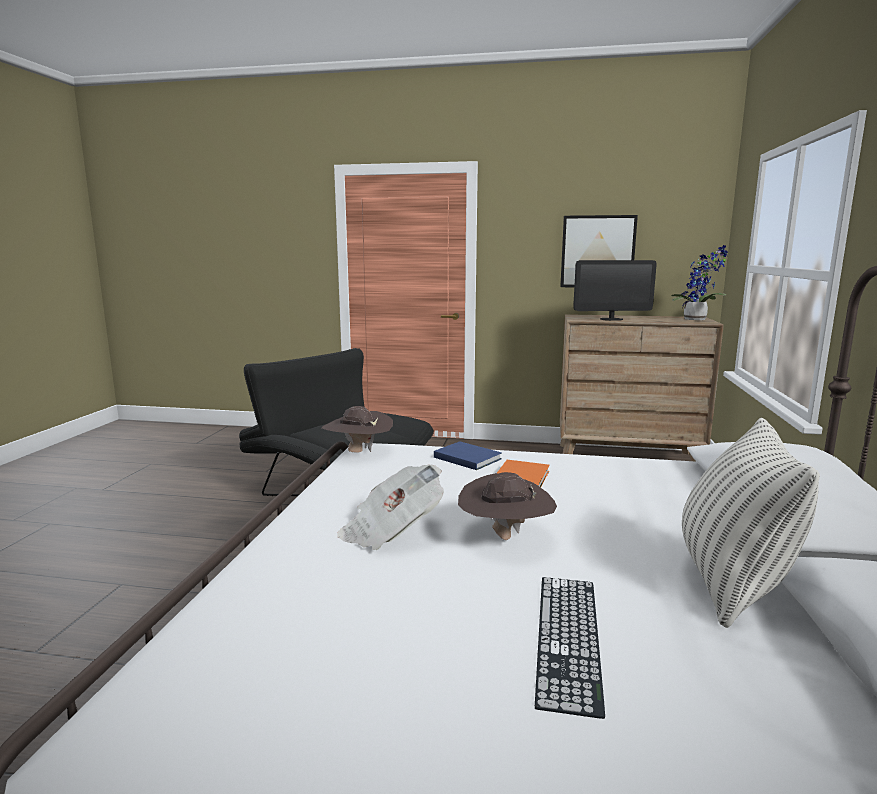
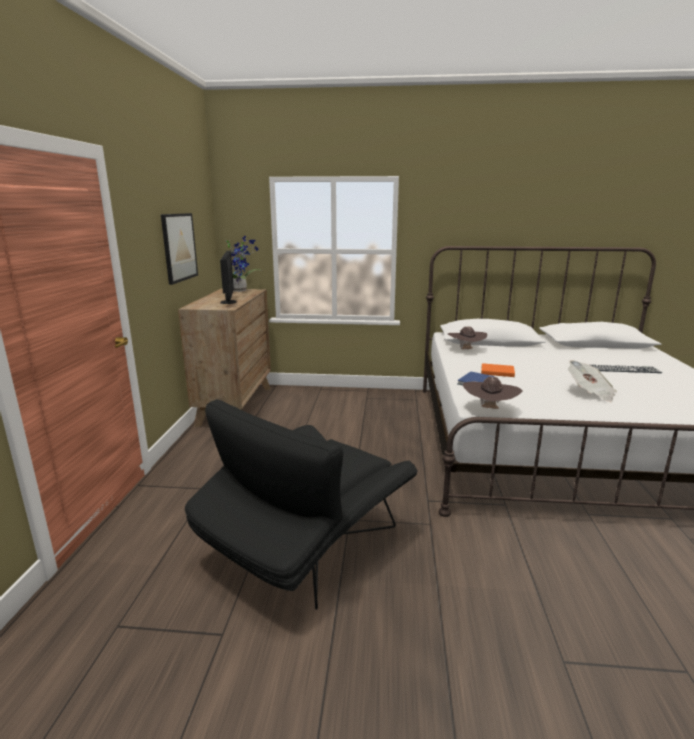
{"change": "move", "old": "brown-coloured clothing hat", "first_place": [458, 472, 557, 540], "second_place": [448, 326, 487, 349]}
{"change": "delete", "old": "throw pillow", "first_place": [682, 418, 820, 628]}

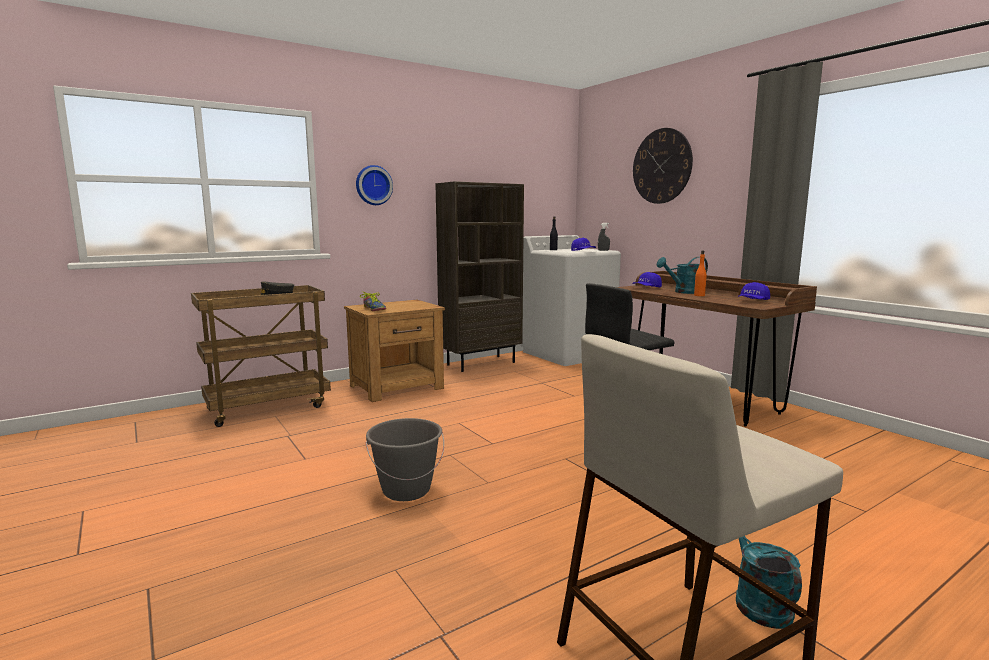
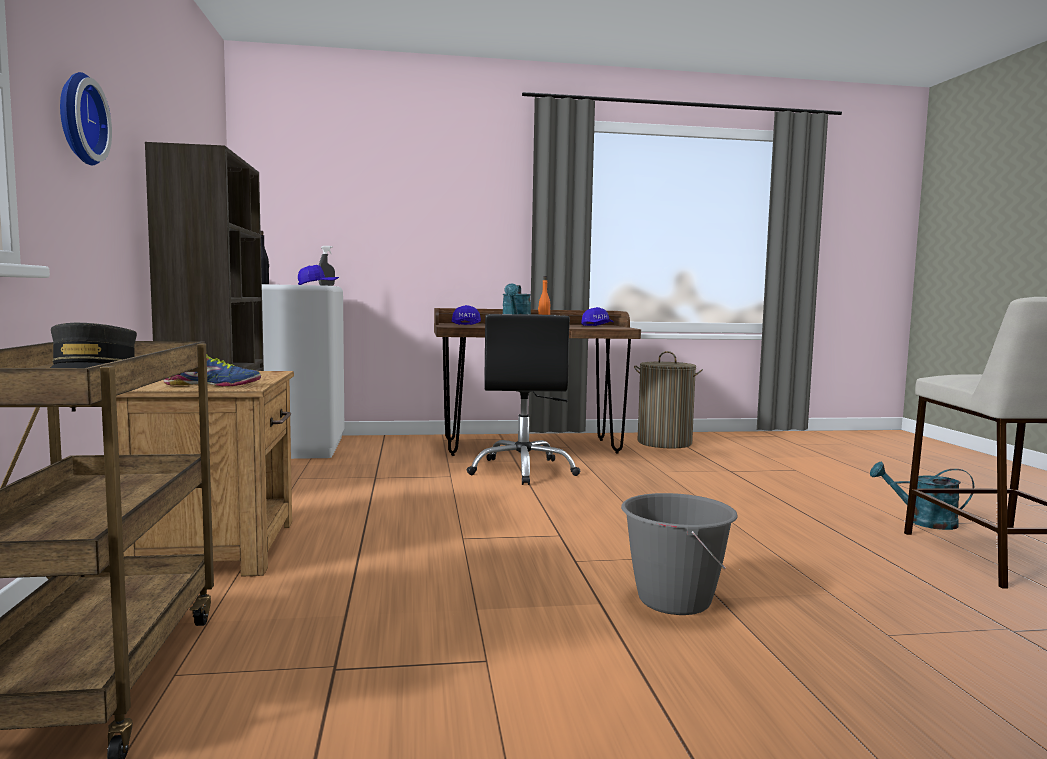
{"change": "insert", "new": "washing basket", "second_place": [634, 351, 703, 448]}
{"change": "delete", "old": "clock on the wall", "first_place": [633, 128, 693, 204]}

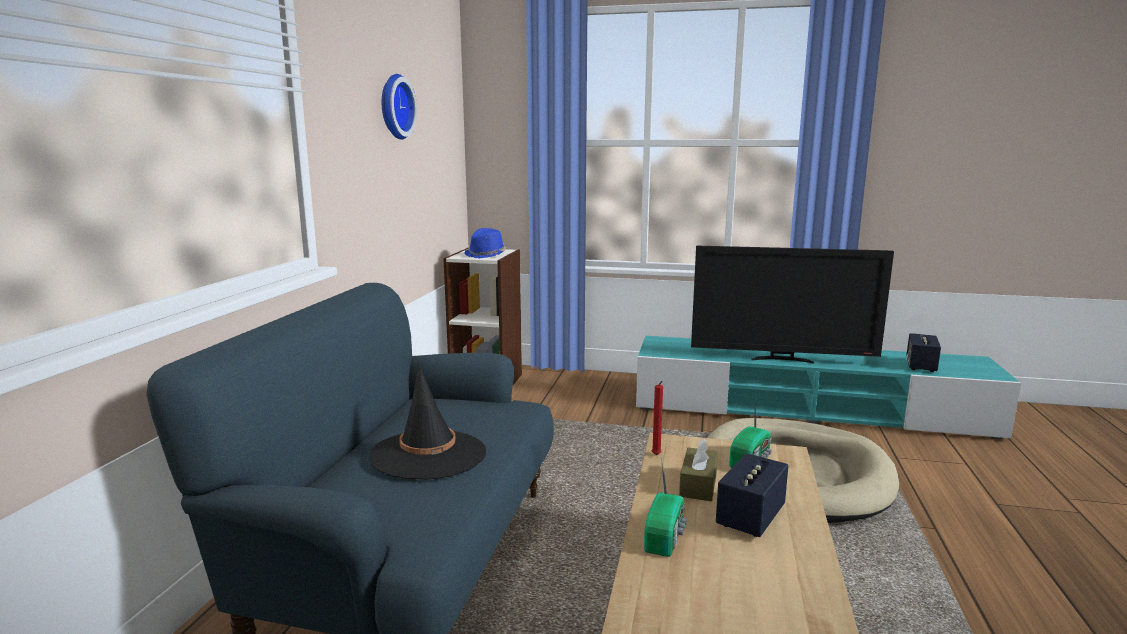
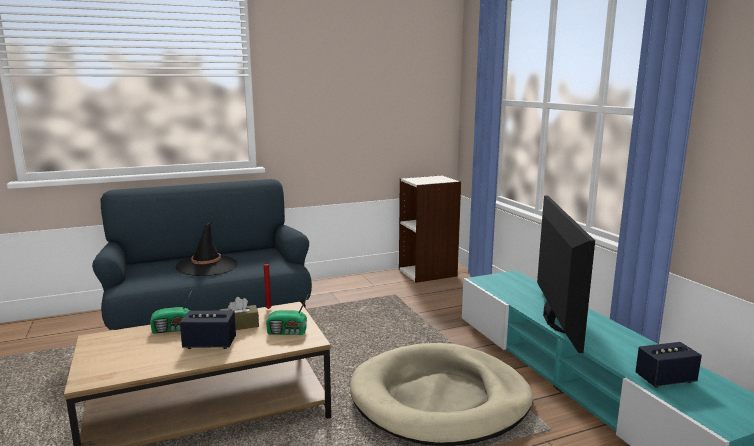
{"change": "rotate", "old": "television", "first_place": [691, 246, 894, 364], "second_place": [537, 195, 595, 353], "degrees": -150}
{"change": "delete", "old": "clock on the wall", "first_place": [382, 74, 417, 140]}
{"change": "delete", "old": "blue clothing hat", "first_place": [464, 228, 507, 258]}

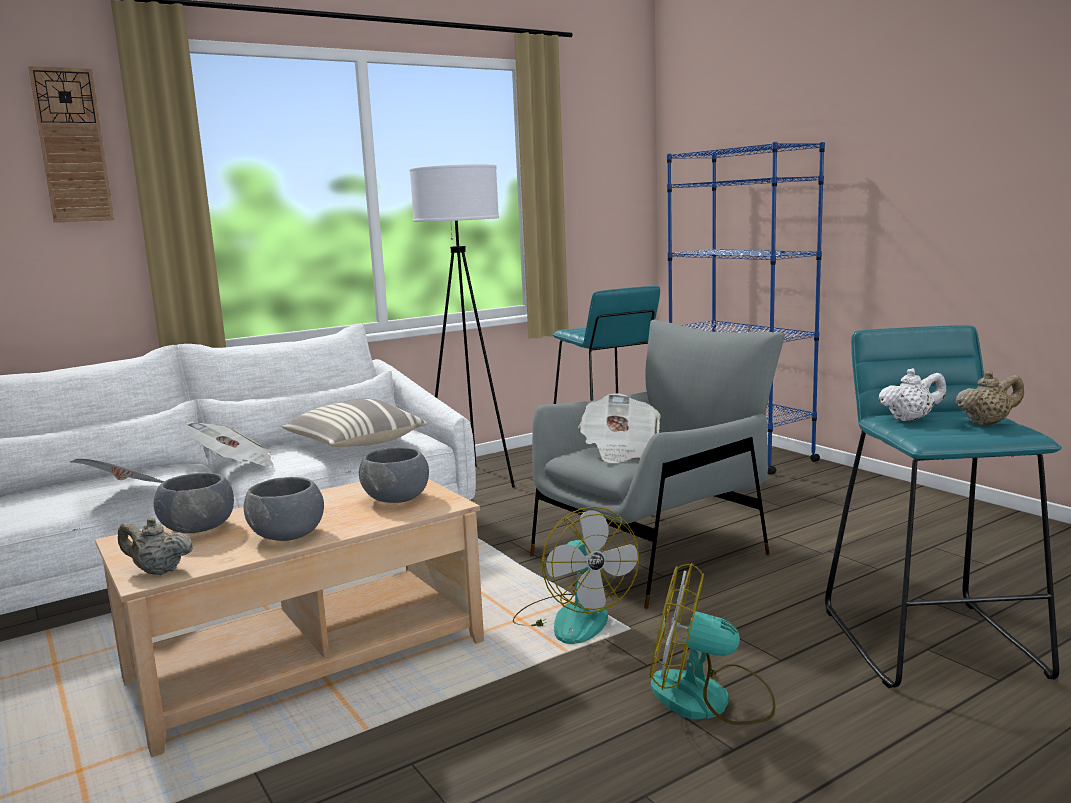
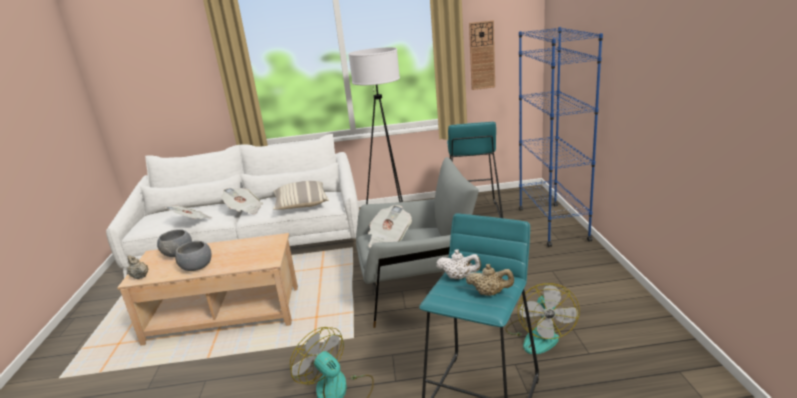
{"change": "move", "old": "clock on the wall", "first_place": [28, 66, 114, 223], "second_place": [469, 20, 495, 90]}
{"change": "move", "old": "cooling fan", "first_place": [513, 507, 639, 644], "second_place": [505, 283, 580, 354]}
{"change": "delete", "old": "greyish bowl", "first_place": [359, 447, 429, 503]}

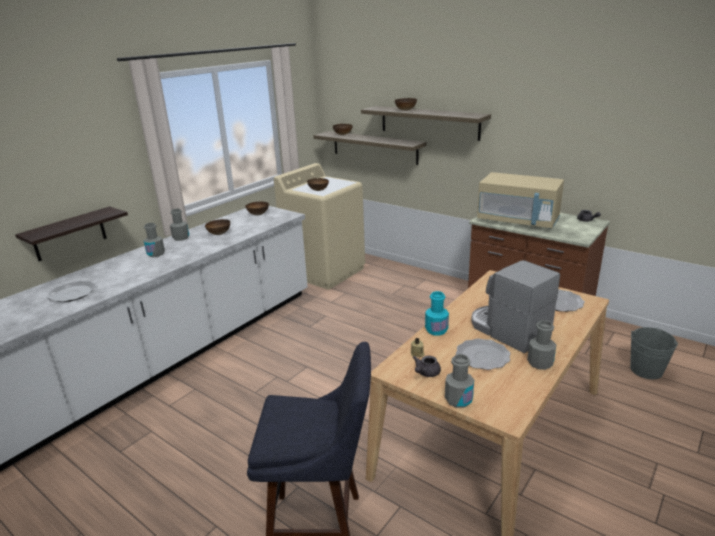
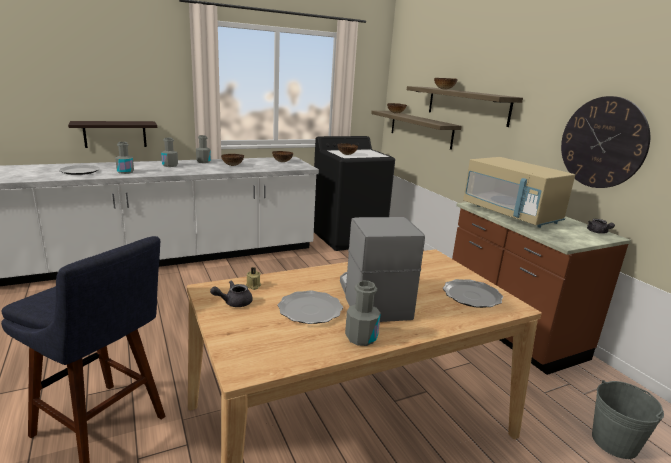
{"change": "move", "old": "greyish drink bottle", "first_place": [445, 354, 474, 408], "second_place": [115, 142, 134, 174]}
{"change": "recolor", "old": "beige-coloured laundry appliance", "new": "blackish laundry appliance", "first_place": [274, 163, 365, 290], "second_place": [314, 136, 395, 251]}
{"change": "insert", "new": "clock on the wall", "second_place": [561, 96, 650, 188]}
{"change": "delete", "old": "turquoise-coloured drink bottle", "first_place": [425, 291, 449, 336]}

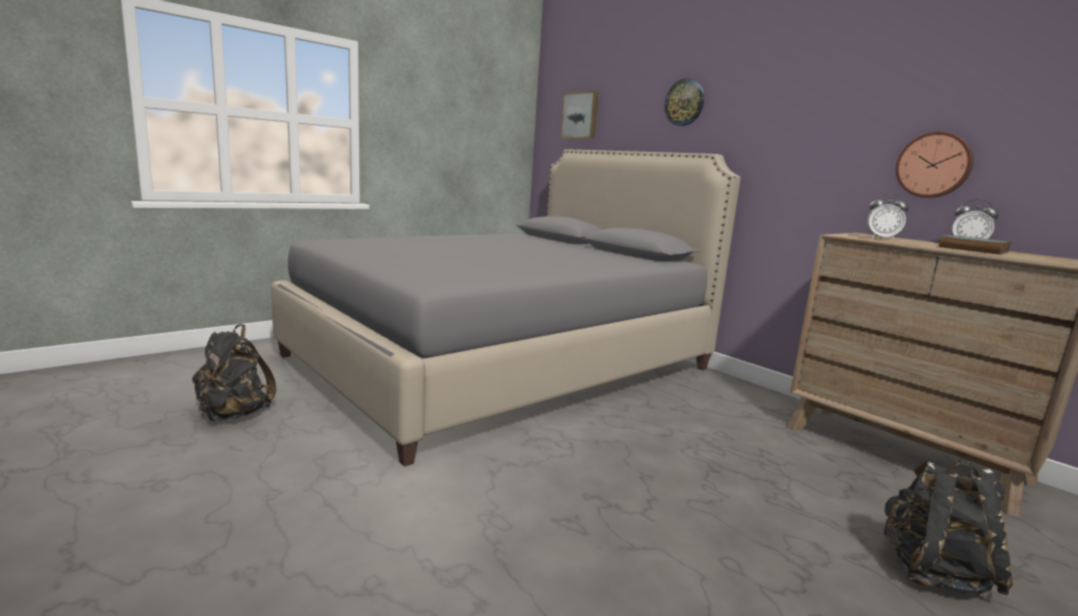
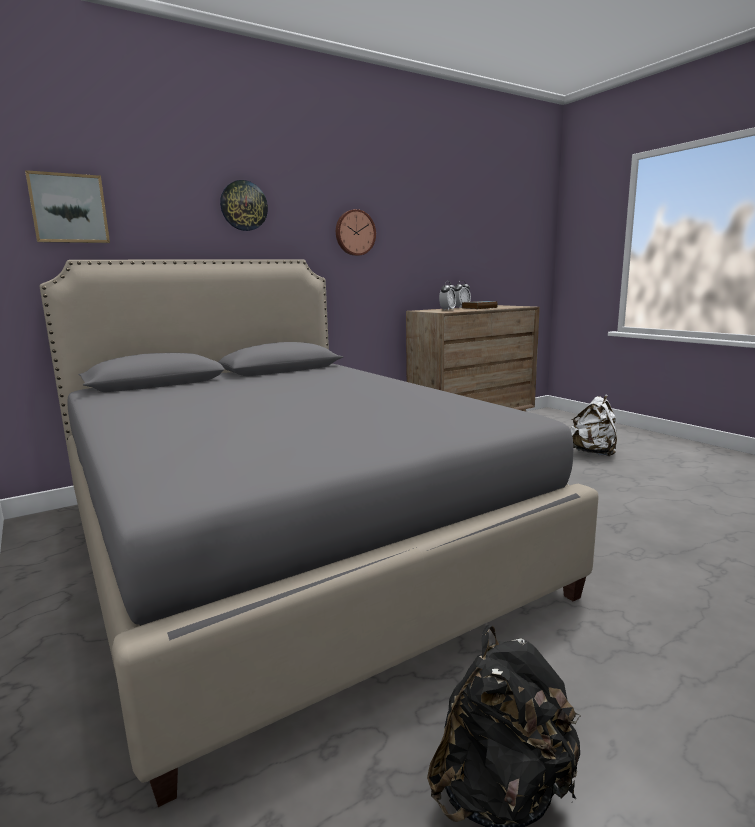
{"change": "move", "old": "clock on the wall", "first_place": [895, 132, 973, 198], "second_place": [336, 209, 376, 256]}
{"change": "recolor", "old": "blackish backpack", "new": "white backpack", "first_place": [884, 460, 1013, 595], "second_place": [570, 395, 617, 456]}

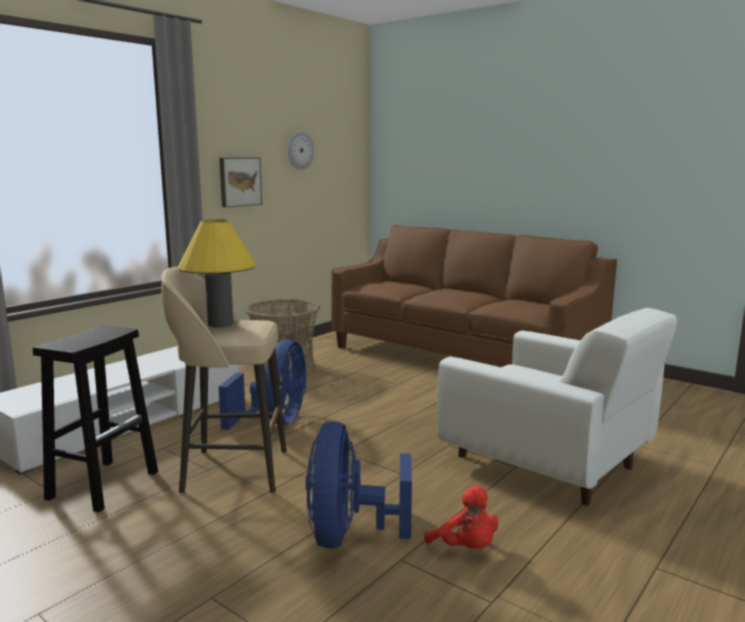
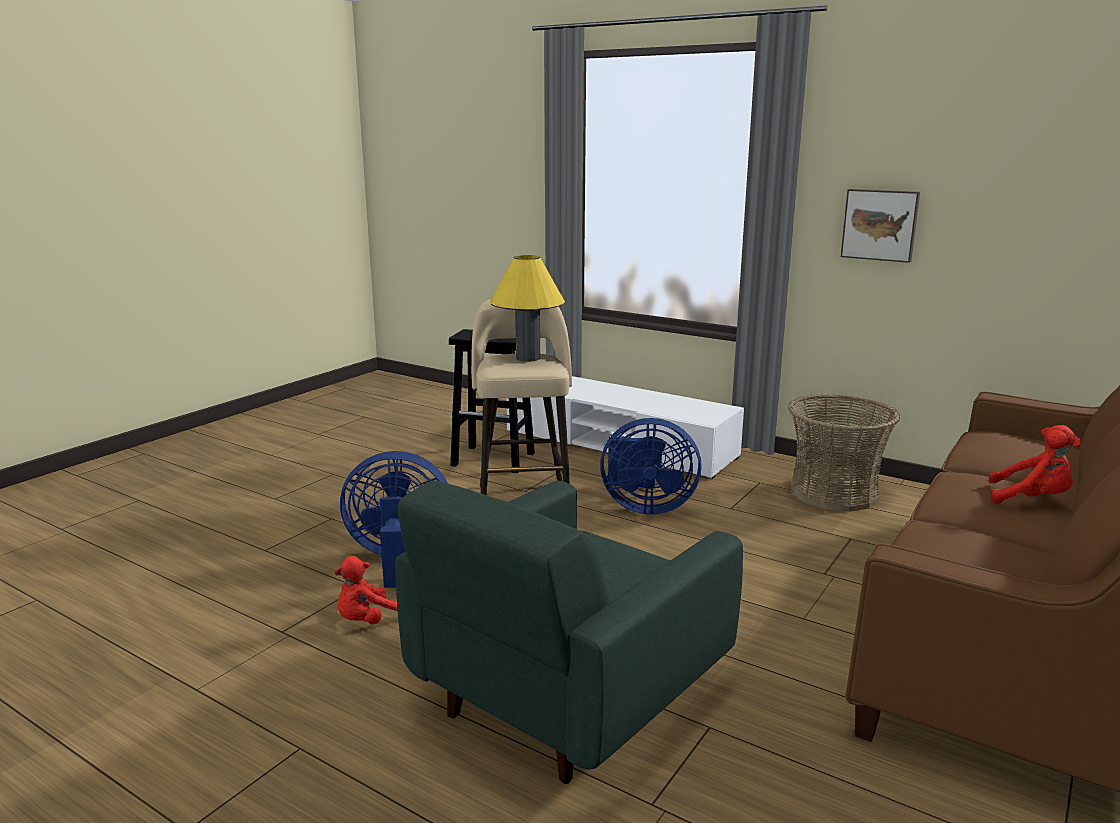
{"change": "recolor", "old": "white easy chair", "new": "green-coloured easy chair", "first_place": [437, 308, 677, 506], "second_place": [395, 480, 743, 784]}
{"change": "insert", "new": "reddish cuddly toy", "second_place": [989, 425, 1081, 504]}
{"change": "delete", "old": "clock on the wall", "first_place": [288, 131, 314, 170]}

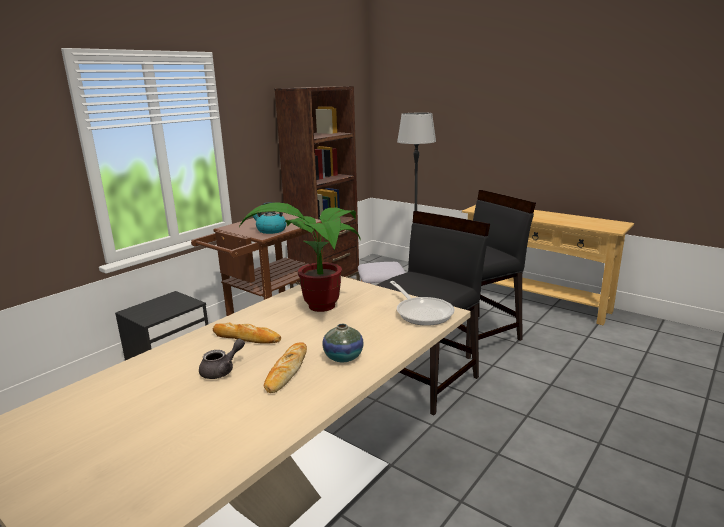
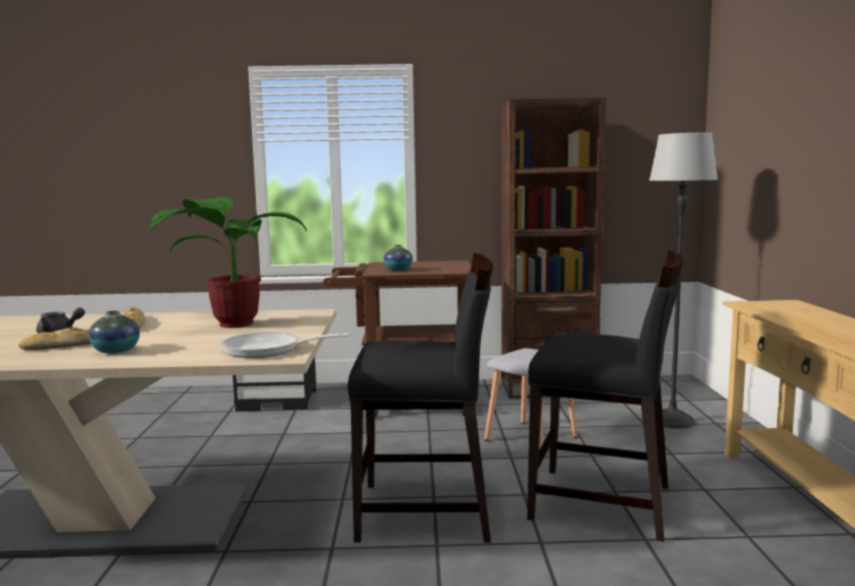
{"change": "rotate", "old": "pan", "first_place": [390, 281, 455, 326], "second_place": [220, 331, 350, 358], "degrees": 75}
{"change": "replace", "old": "tea kettle", "new": "vase", "first_place": [253, 202, 287, 234], "second_place": [384, 245, 413, 271]}

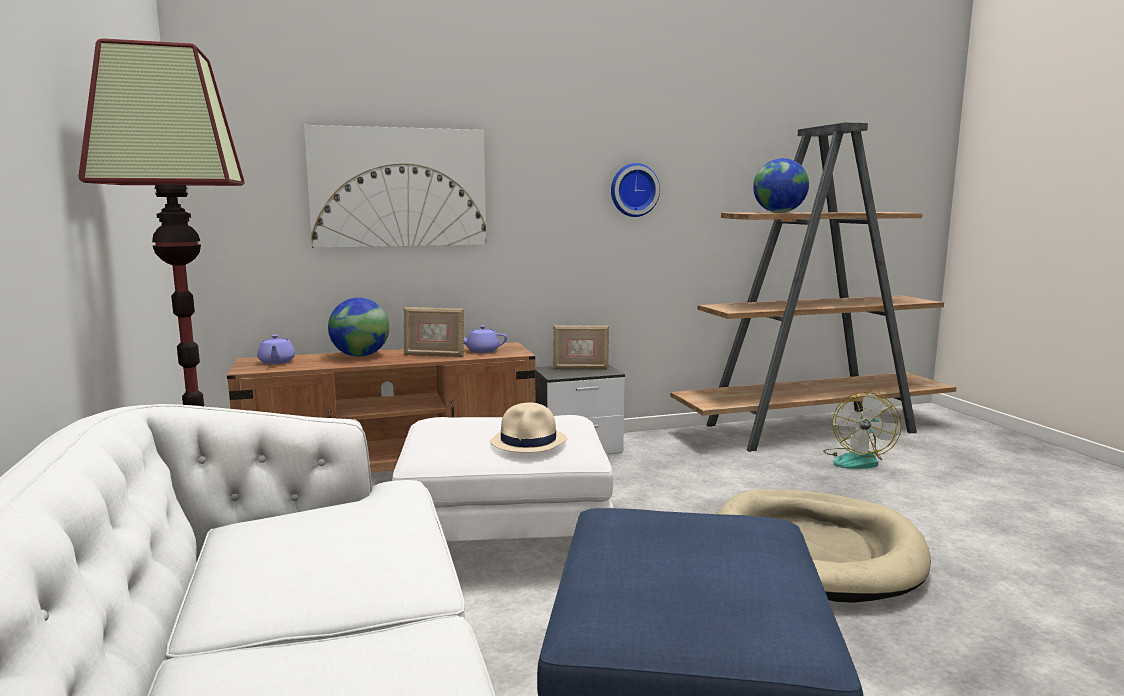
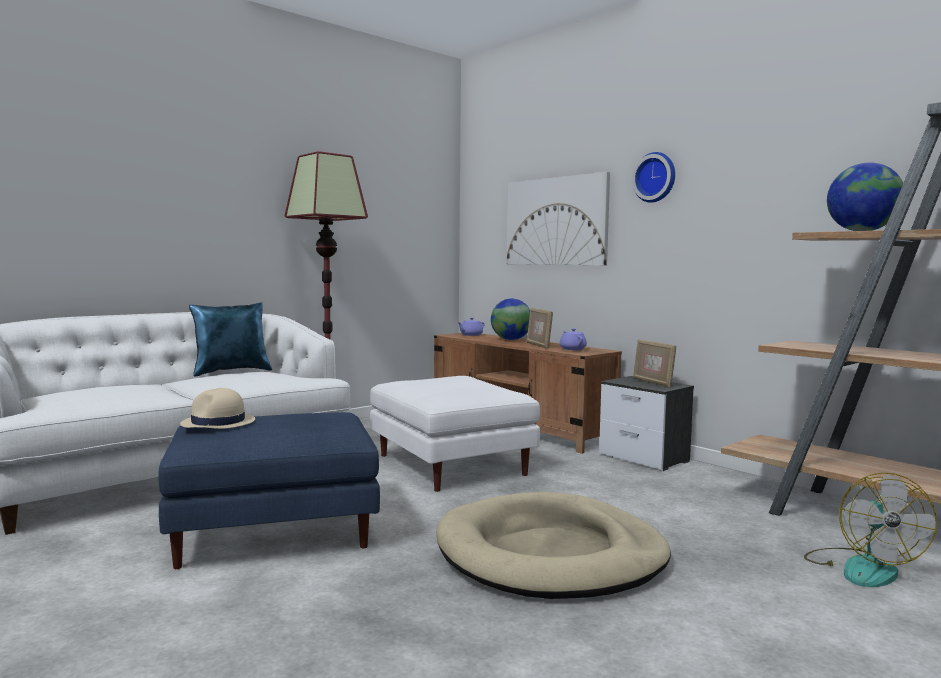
{"change": "move", "old": "beige-coloured clothing hat", "first_place": [490, 403, 567, 453], "second_place": [180, 388, 255, 429]}
{"change": "insert", "new": "blue throw pillow", "second_place": [189, 302, 272, 376]}
{"change": "move", "old": "clock on the wall", "first_place": [611, 163, 660, 217], "second_place": [632, 152, 675, 203]}
{"change": "rotate", "old": "cooling fan", "first_place": [823, 392, 902, 469], "second_place": [804, 472, 937, 587], "degrees": -90}

